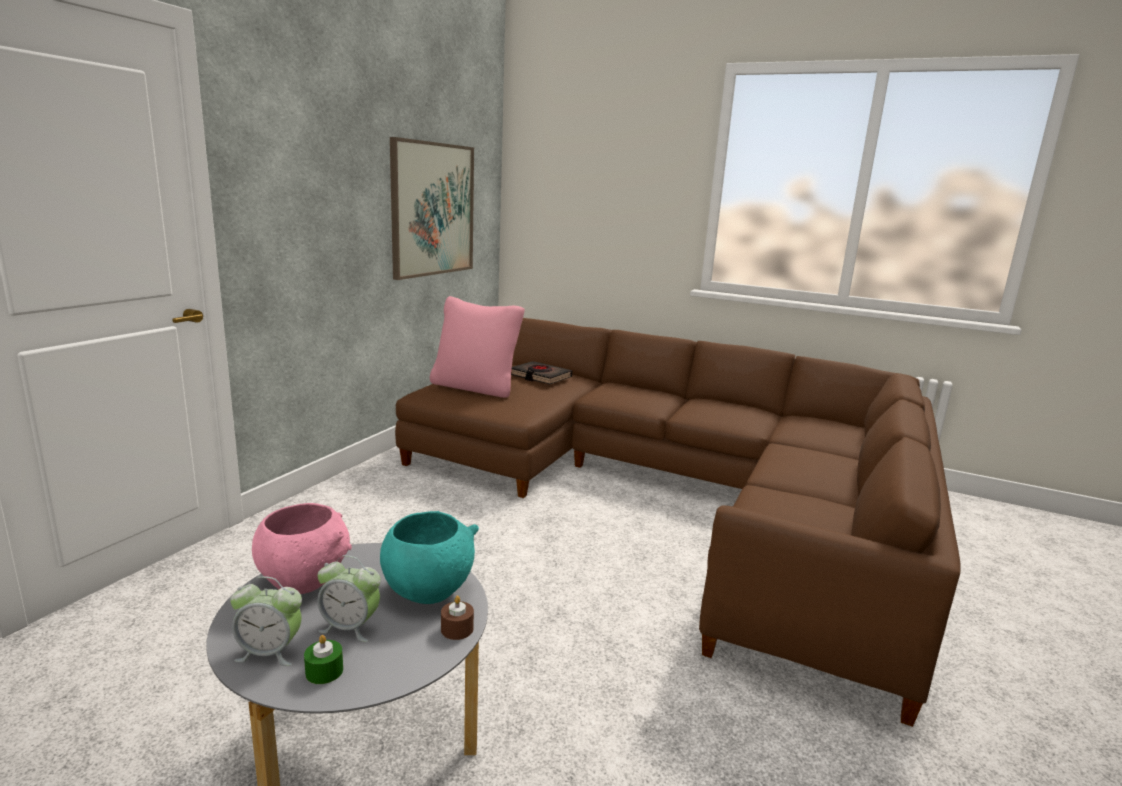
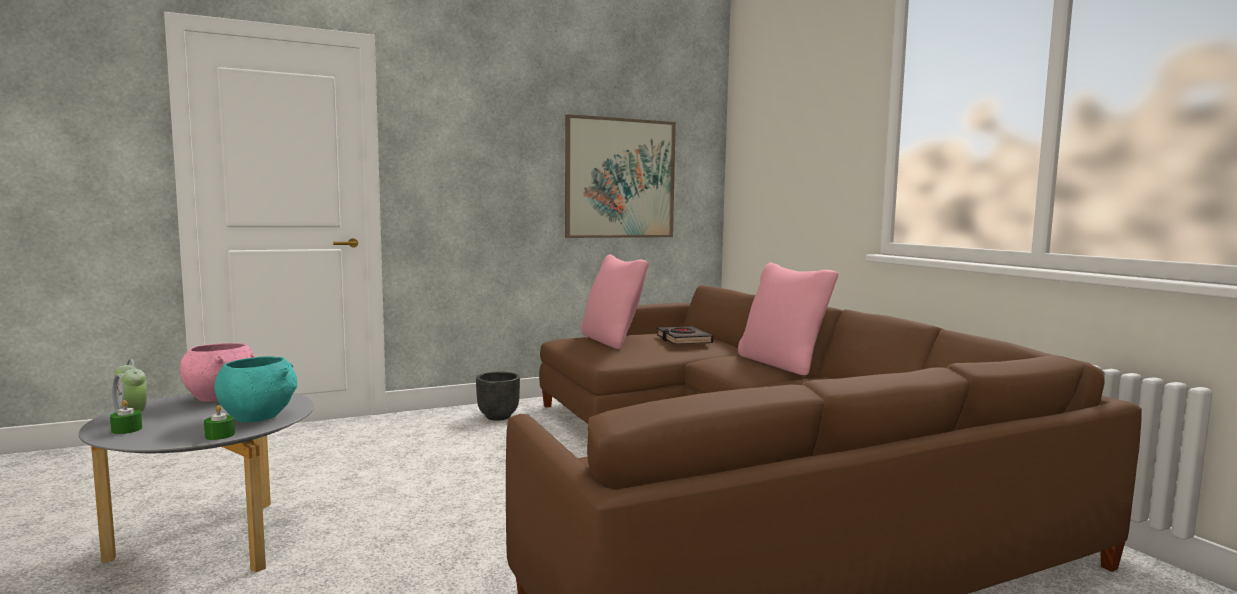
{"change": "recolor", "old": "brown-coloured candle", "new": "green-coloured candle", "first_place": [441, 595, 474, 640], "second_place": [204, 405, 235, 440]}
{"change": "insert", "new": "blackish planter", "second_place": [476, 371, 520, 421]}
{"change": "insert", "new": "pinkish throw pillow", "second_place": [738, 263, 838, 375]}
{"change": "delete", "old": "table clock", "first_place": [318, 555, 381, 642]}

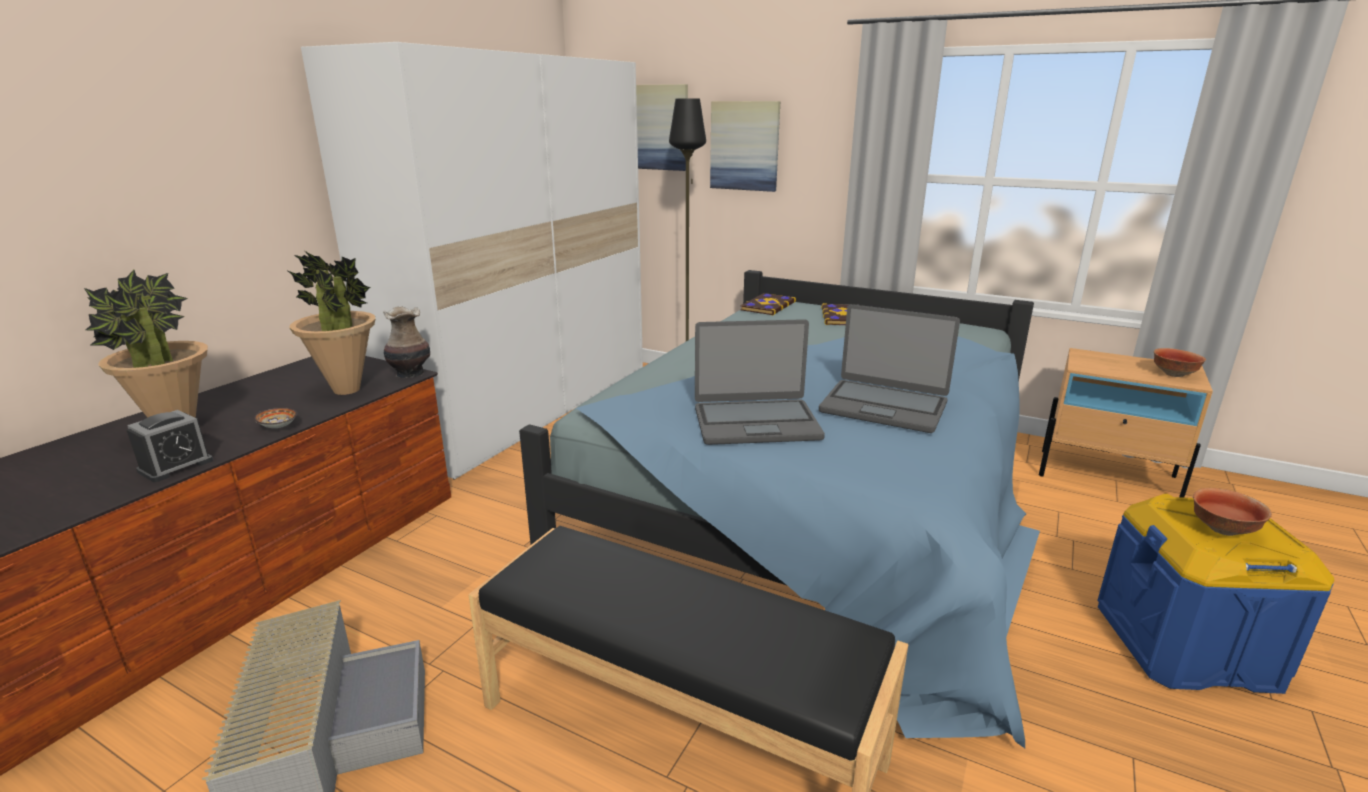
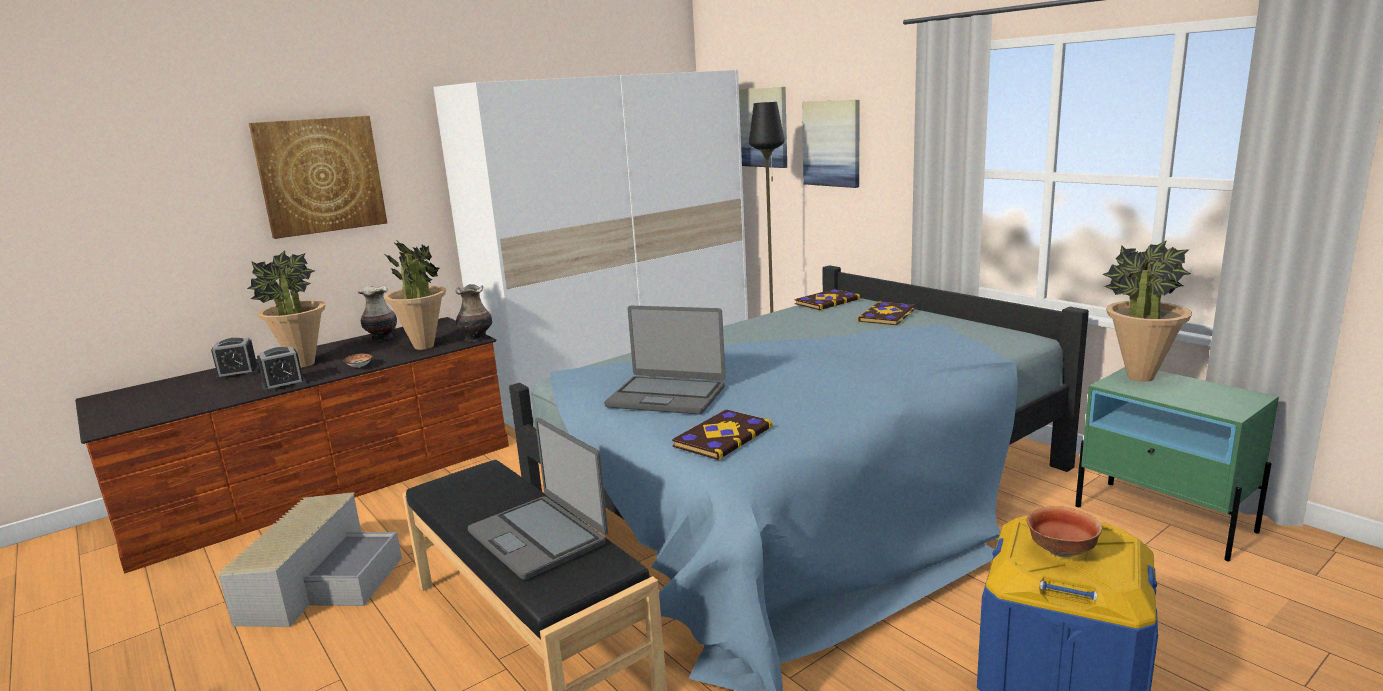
{"change": "insert", "new": "table clock", "second_place": [211, 338, 260, 380]}
{"change": "insert", "new": "picture", "second_place": [249, 116, 387, 239]}
{"change": "insert", "new": "vase", "second_place": [358, 285, 397, 341]}
{"change": "move", "old": "notebook computer", "first_place": [819, 304, 960, 433], "second_place": [468, 418, 608, 580]}
{"change": "insert", "new": "bound book", "second_place": [672, 409, 772, 460]}
{"change": "recolor", "old": "beige-coloured nightstand", "new": "green-coloured nightstand", "first_place": [1039, 348, 1213, 498], "second_place": [1075, 367, 1279, 561]}
{"change": "insert", "new": "houseplant", "second_place": [1102, 240, 1192, 382]}
{"change": "delete", "old": "bowl", "first_place": [1154, 348, 1206, 377]}

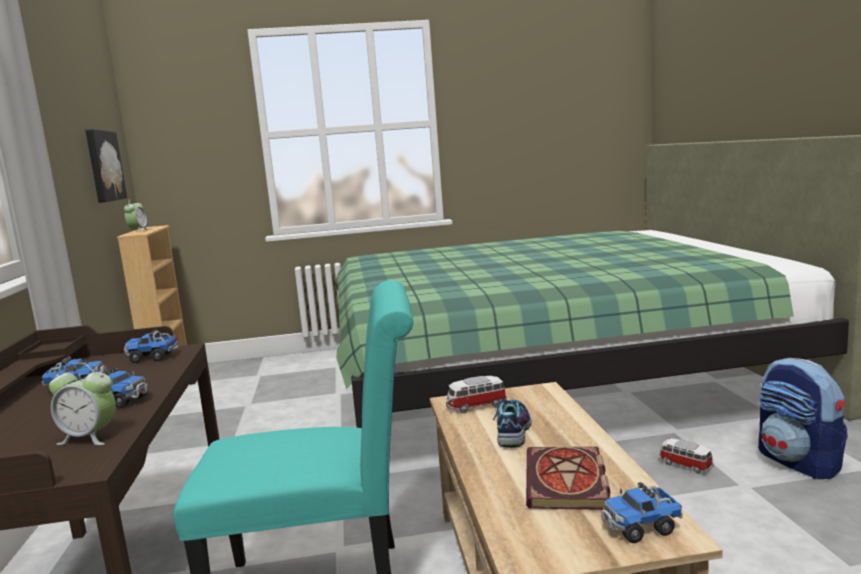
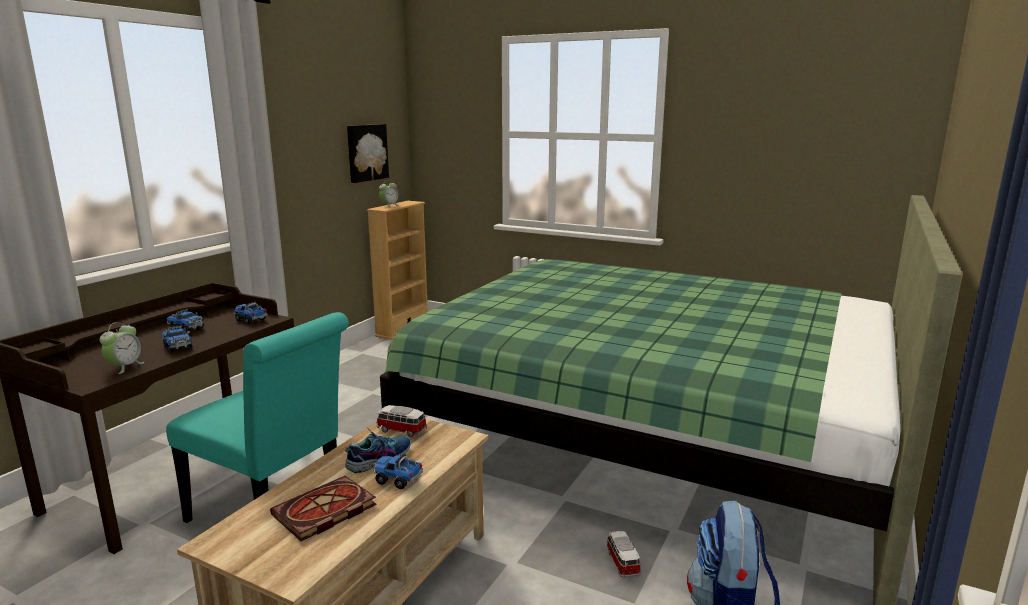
{"change": "rotate", "old": "table clock", "first_place": [49, 363, 116, 445], "second_place": [100, 322, 145, 374], "degrees": -120}
{"change": "move", "old": "toy lorry", "first_place": [601, 482, 683, 543], "second_place": [373, 454, 423, 489]}

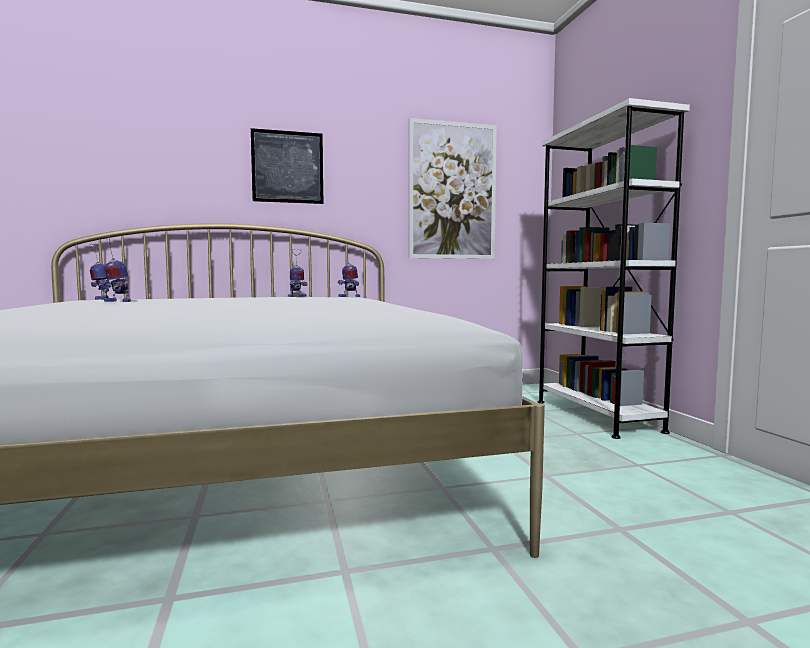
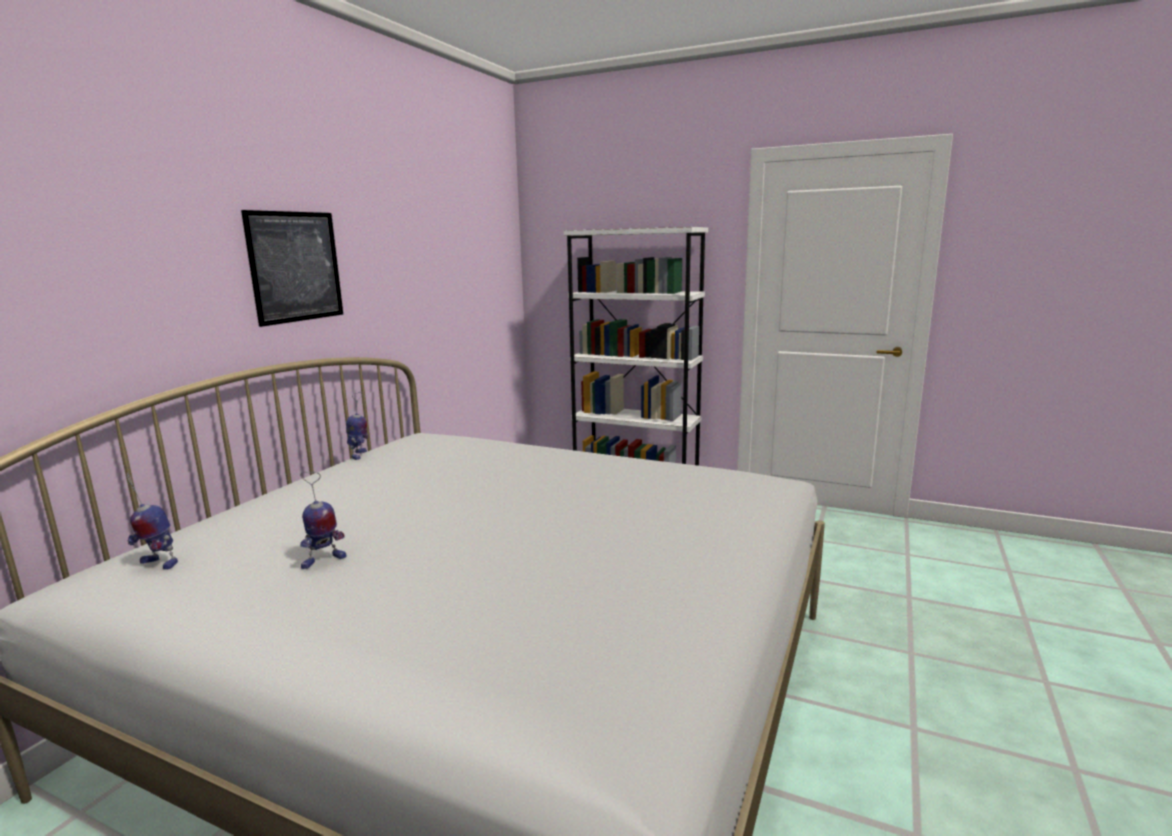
{"change": "delete", "old": "model robot", "first_place": [338, 246, 360, 297]}
{"change": "delete", "old": "picture", "first_place": [409, 118, 497, 259]}

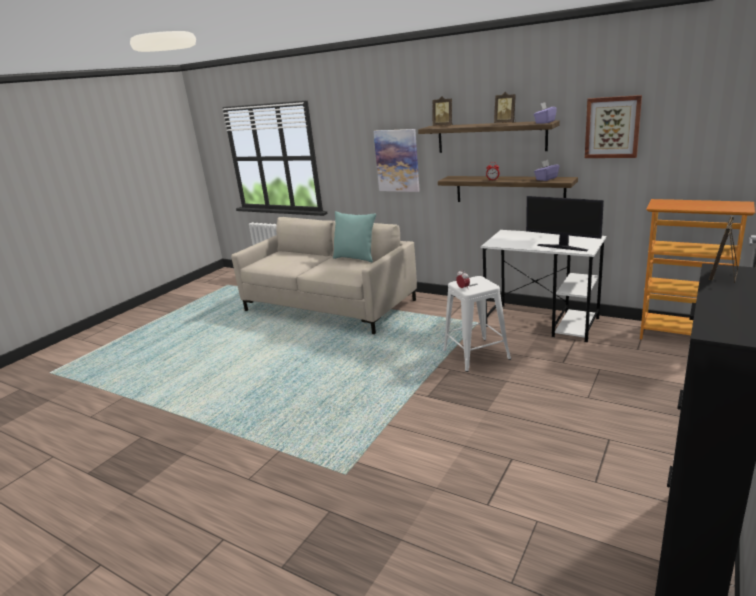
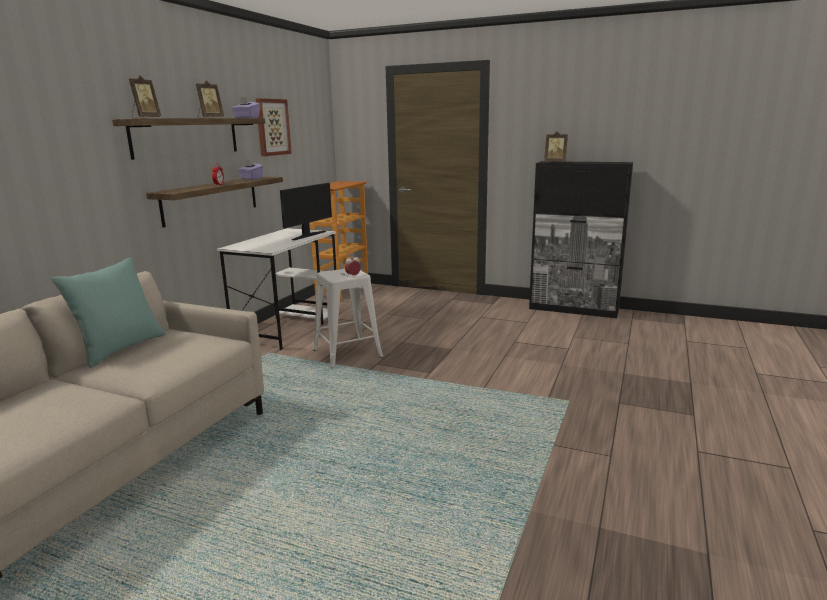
{"change": "delete", "old": "picture", "first_place": [373, 129, 420, 192]}

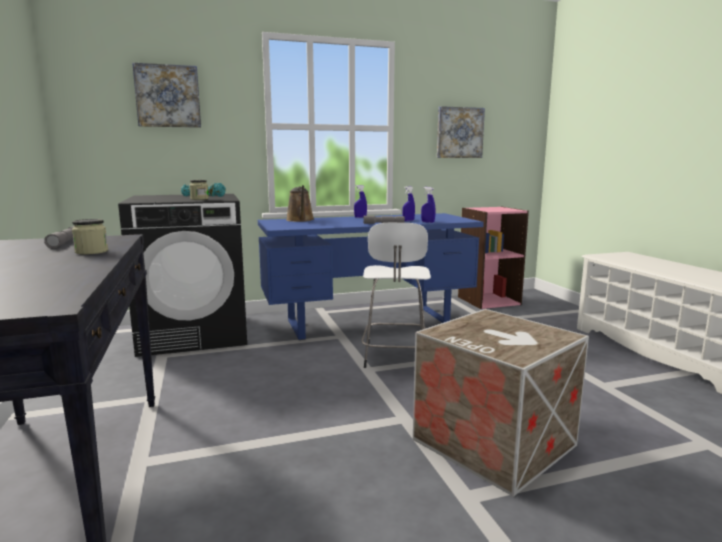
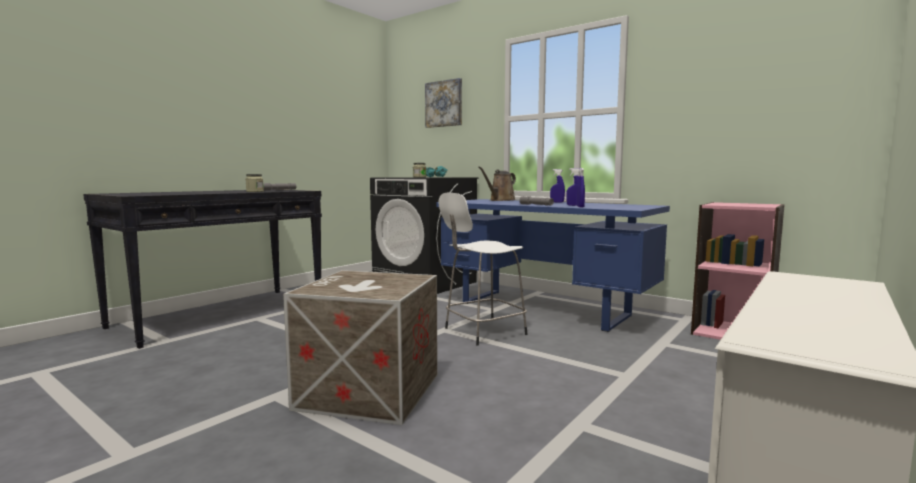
{"change": "delete", "old": "picture", "first_place": [437, 106, 485, 158]}

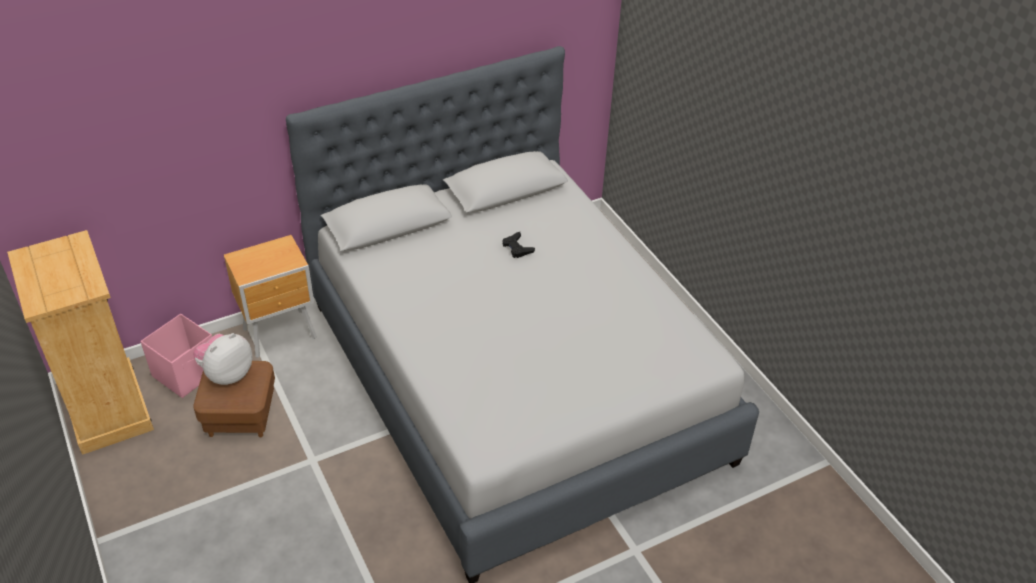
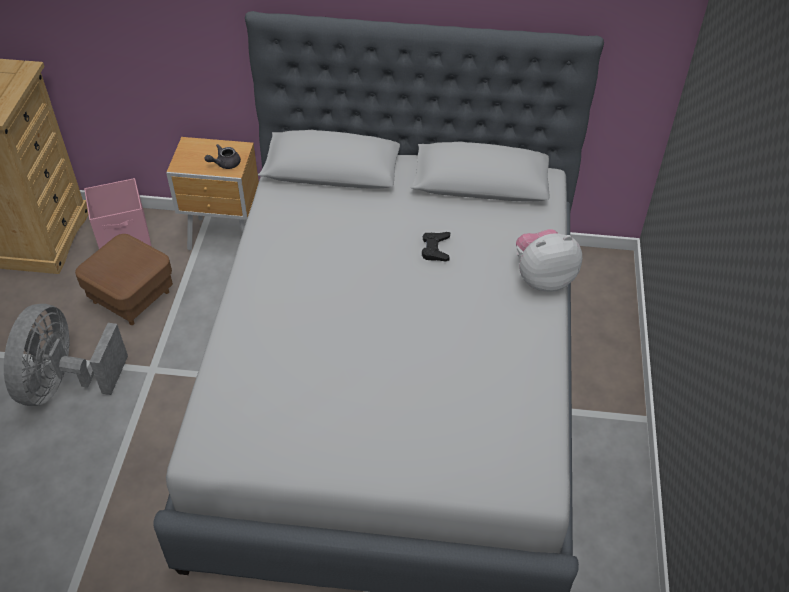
{"change": "insert", "new": "greyish cooling fan", "second_place": [4, 304, 128, 406]}
{"change": "insert", "new": "greyish teapot", "second_place": [205, 144, 241, 169]}
{"change": "move", "old": "cuddly toy", "first_place": [193, 333, 252, 385], "second_place": [516, 229, 582, 292]}

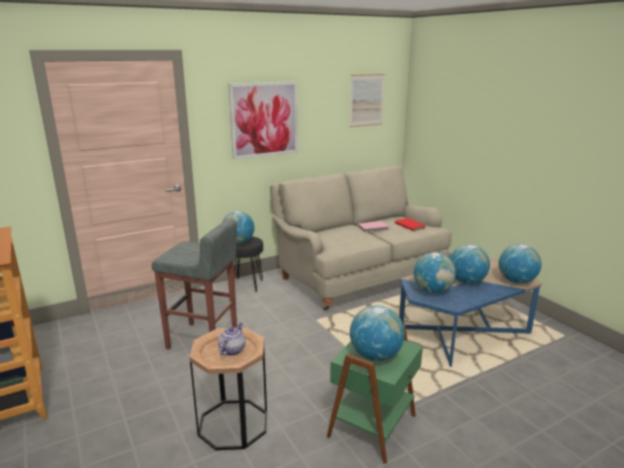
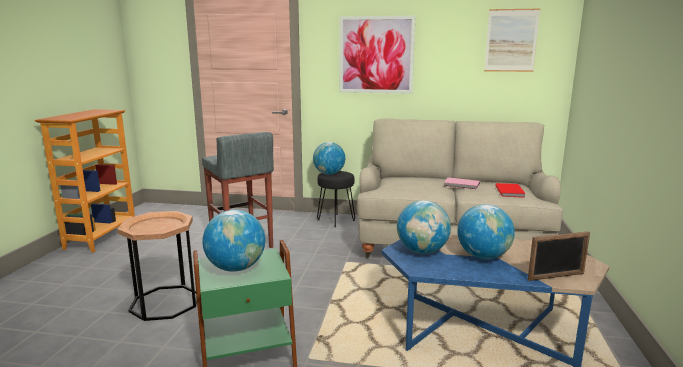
{"change": "replace", "old": "desk globe", "new": "picture frame", "first_place": [499, 244, 542, 284], "second_place": [528, 232, 590, 281]}
{"change": "delete", "old": "teapot", "first_place": [218, 323, 245, 356]}

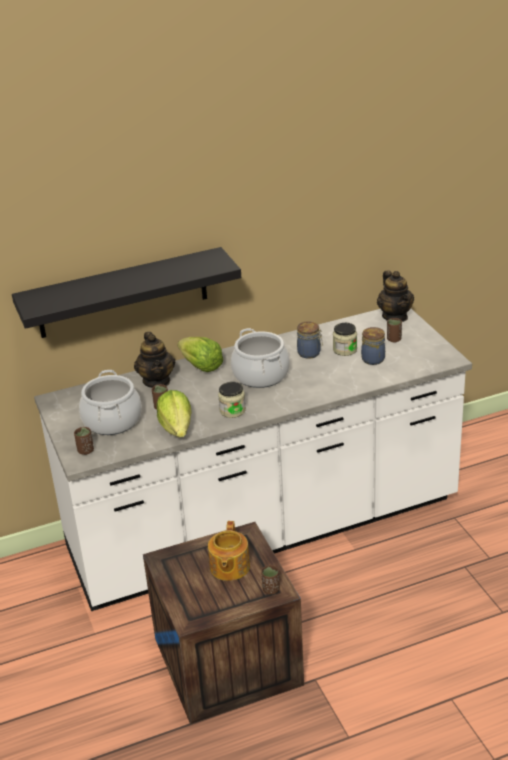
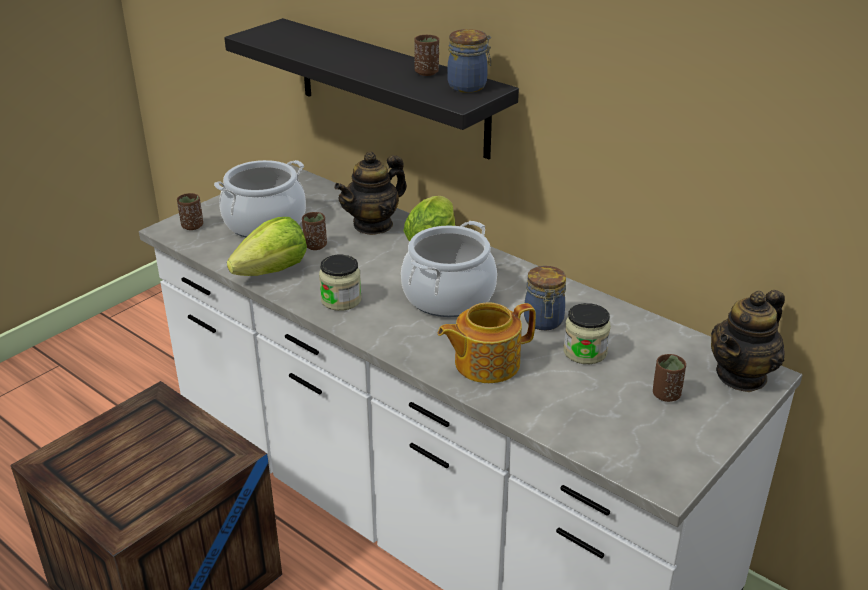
{"change": "move", "old": "brown-coloured cup", "first_place": [261, 565, 280, 594], "second_place": [414, 35, 439, 76]}
{"change": "move", "old": "teapot", "first_place": [208, 521, 250, 581], "second_place": [438, 303, 536, 383]}
{"change": "move", "old": "jar", "first_place": [361, 327, 385, 365], "second_place": [447, 29, 491, 93]}

